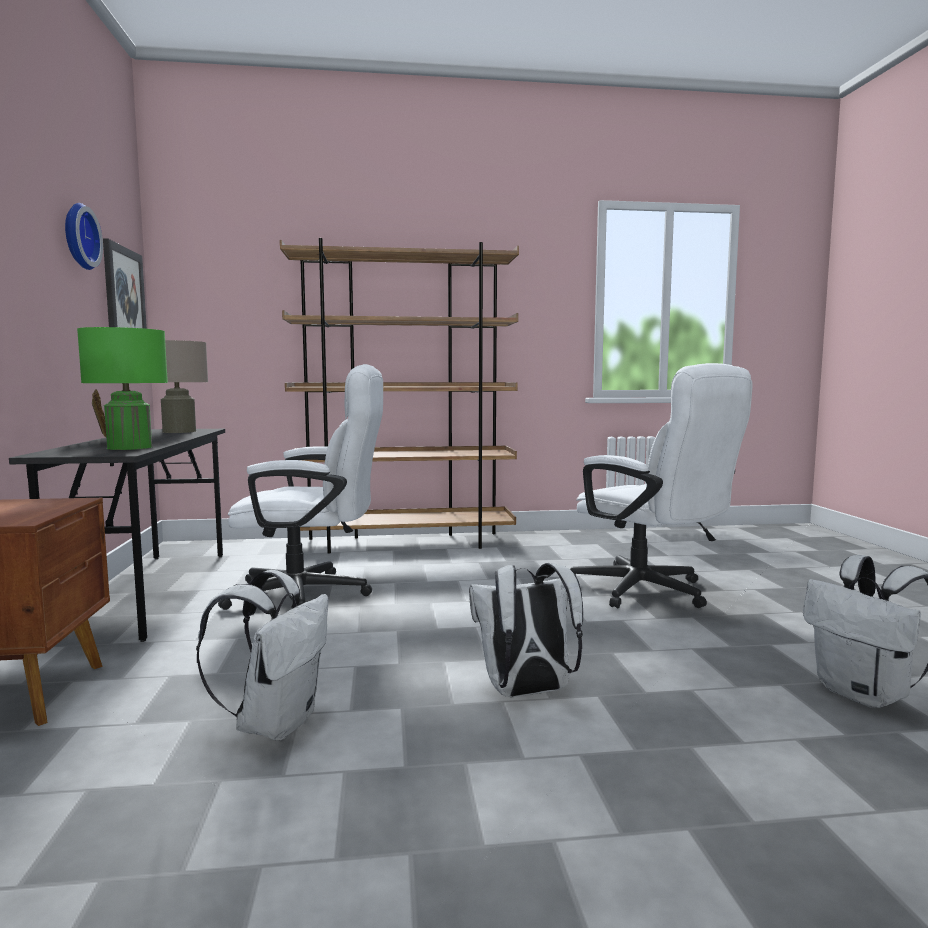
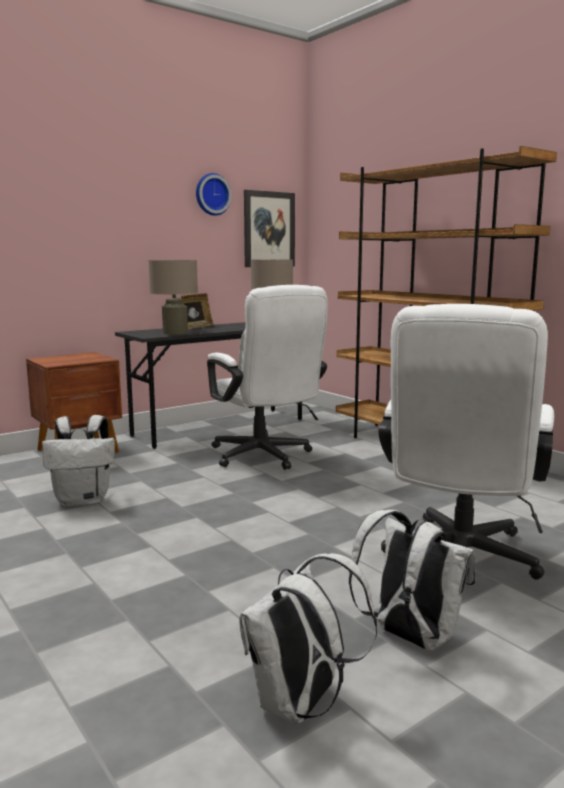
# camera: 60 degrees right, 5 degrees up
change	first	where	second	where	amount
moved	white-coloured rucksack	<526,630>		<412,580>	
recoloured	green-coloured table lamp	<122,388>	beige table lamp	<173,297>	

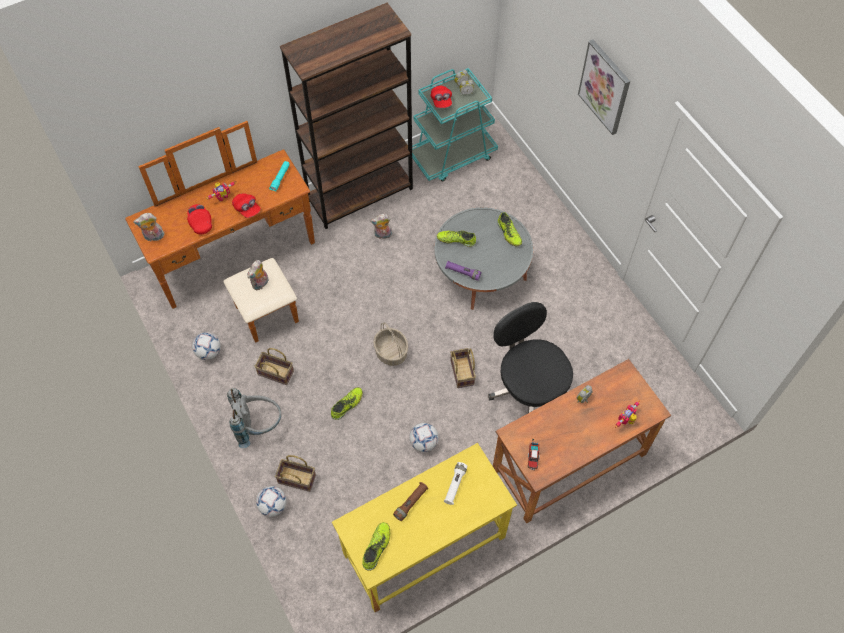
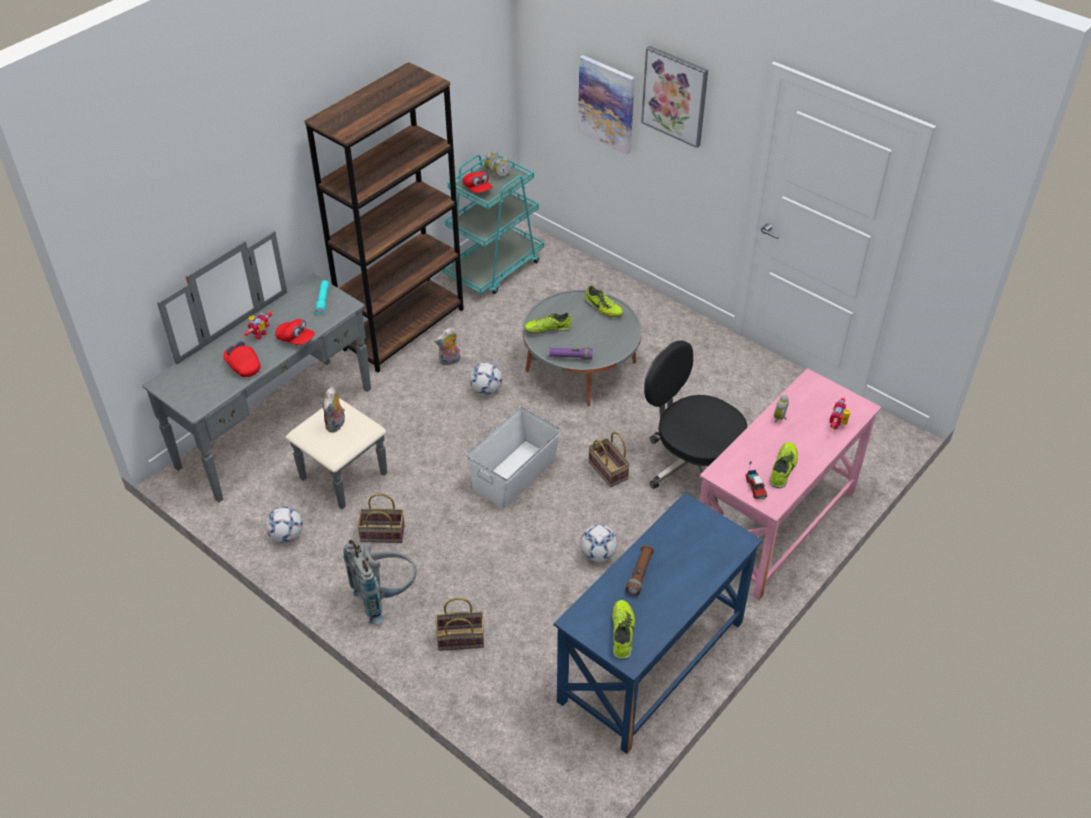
# camera: 20 degrees left, 15 degrees down
change	first	where	second	where	amount
removed	plush toy	<148,227>			
removed	white-coloured torch	<455,483>			
added			wall art	<606,105>	
moved	football ball	<271,501>		<486,378>	
moved	item of footwear	<347,403>		<784,465>	
replaced	household basket	<390,344>	white-coloured storage bin	<513,457>	
recoloured	brownish chest of drawers	<220,232>	gray chest of drawers	<264,369>	
recoloured	yellowish desk table	<424,527>	blue-coloured desk table	<658,623>	
recoloured	brownish desk table	<582,441>	pink desk table	<790,484>	

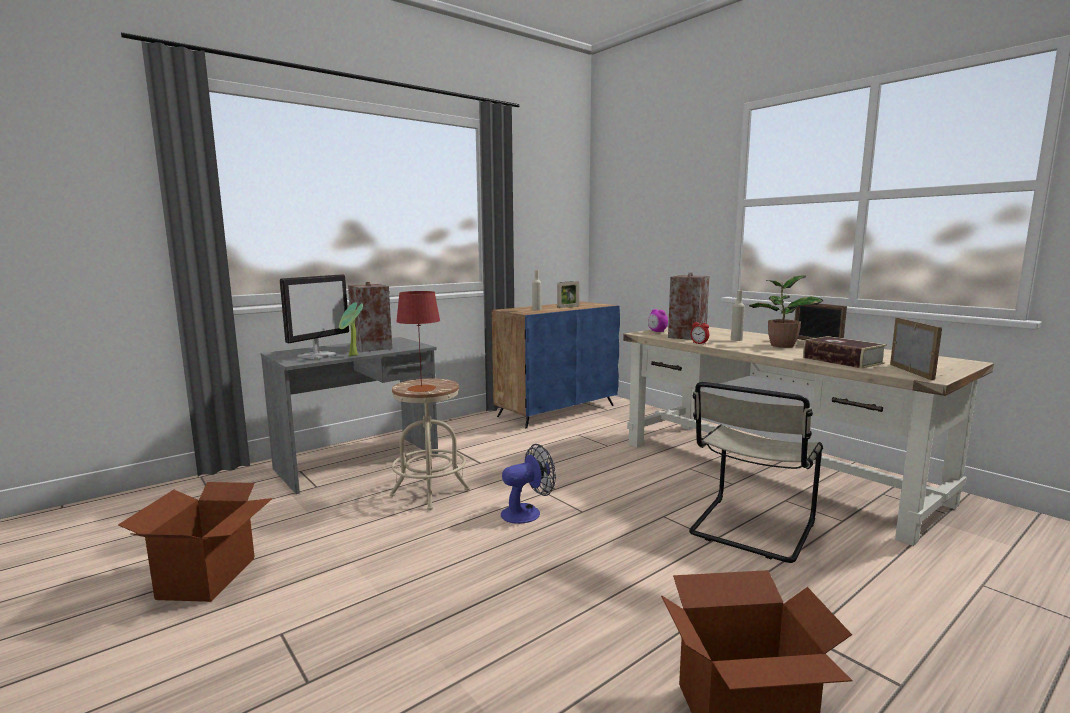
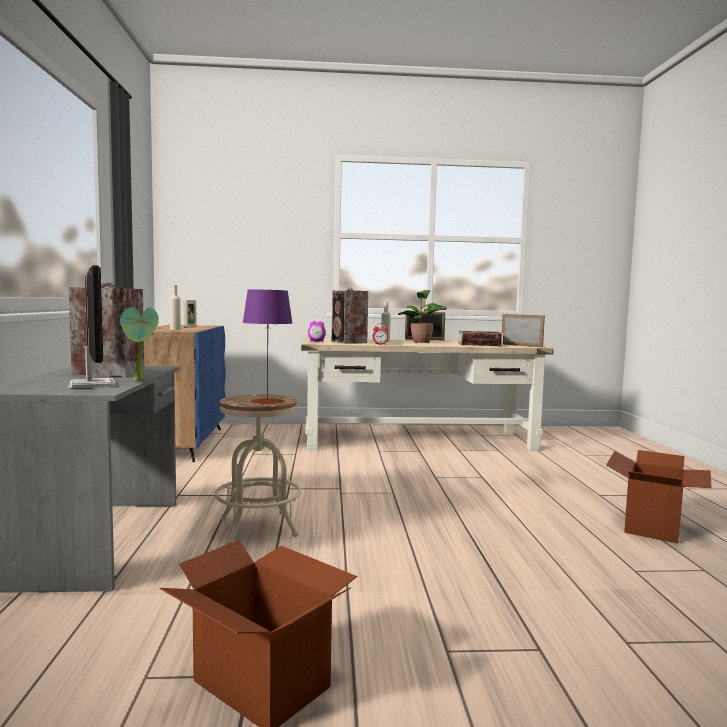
# camera: 55 degrees left, 5 degrees down
change	first	where	second	where	amount
removed	fan	<528,484>			
removed	beige upright chair	<756,472>			
recoloured	reddish table lamp	<418,341>	purple table lamp	<267,347>	

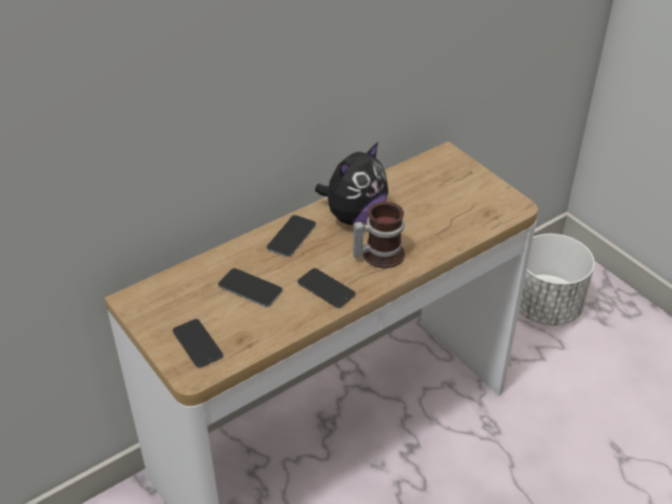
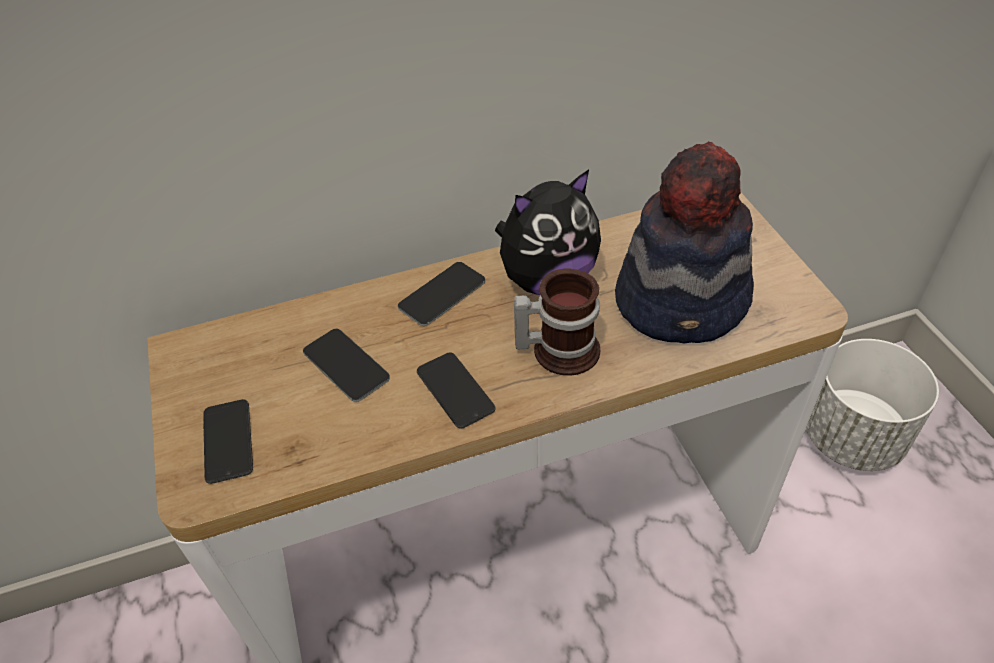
# camera: 20 degrees right, 5 degrees up
change	first	where	second	where	amount
added			wearable hat	<684,242>	

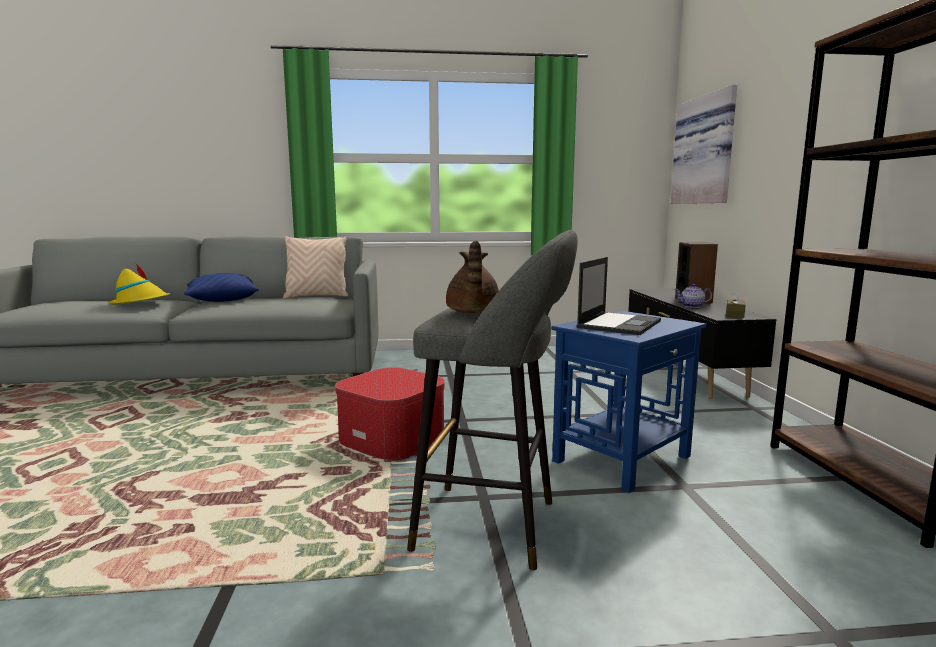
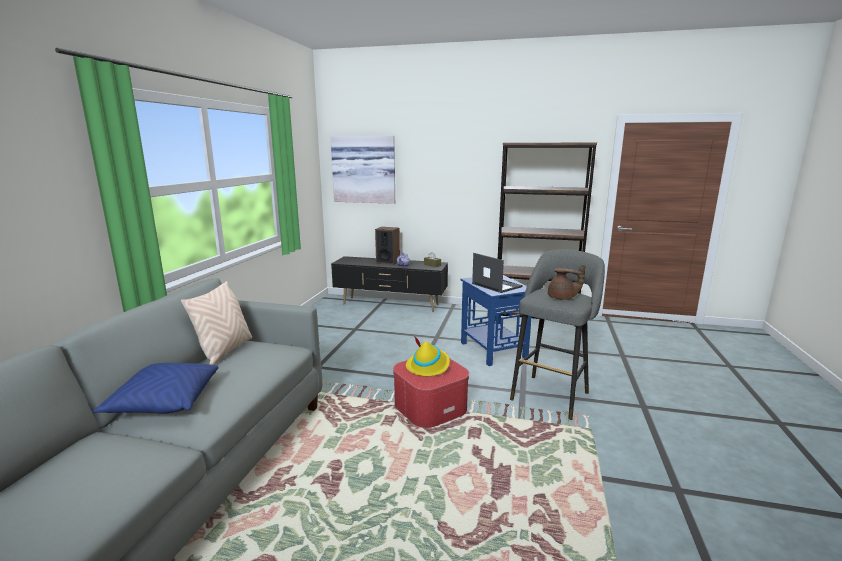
# camera: 70 degrees left, 5 degrees up
change	first	where	second	where	amount
moved	yellowish wearable hat	<139,284>		<428,356>	

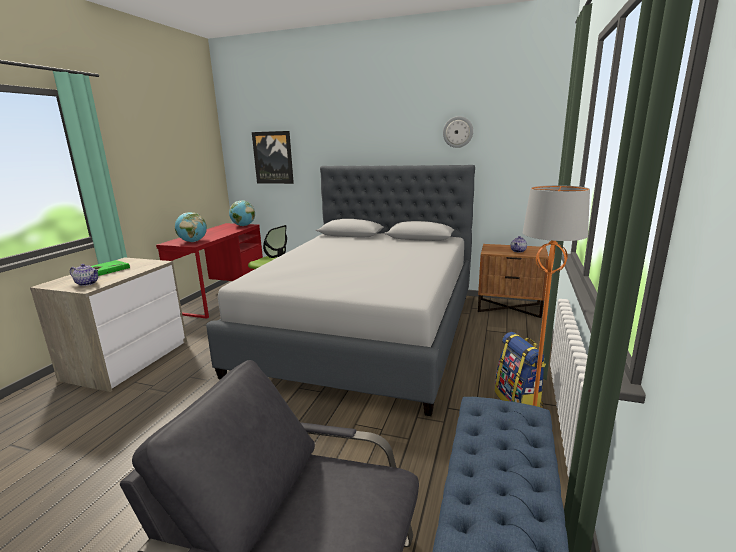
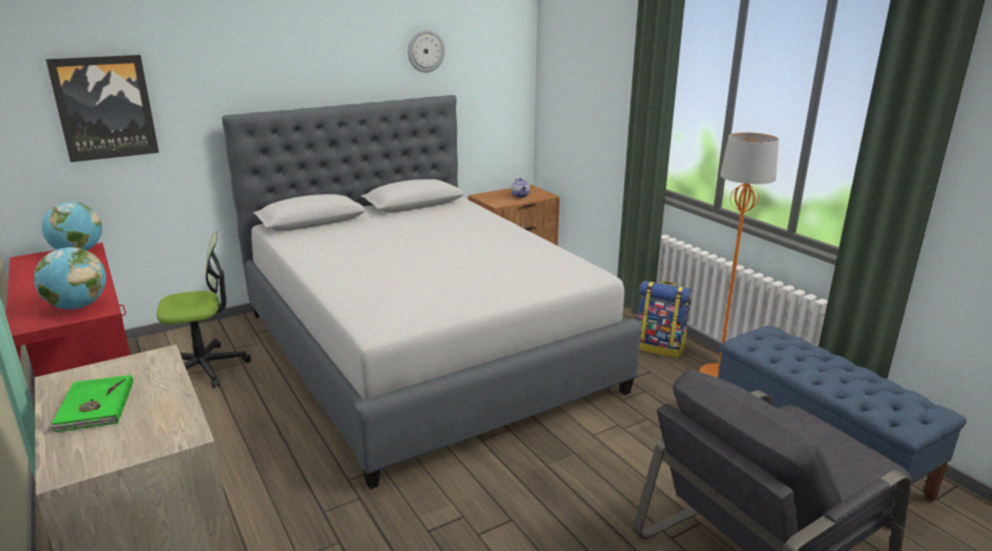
# camera: 50 degrees left, 5 degrees up
change	first	where	second	where	amount
removed	teapot	<84,275>			

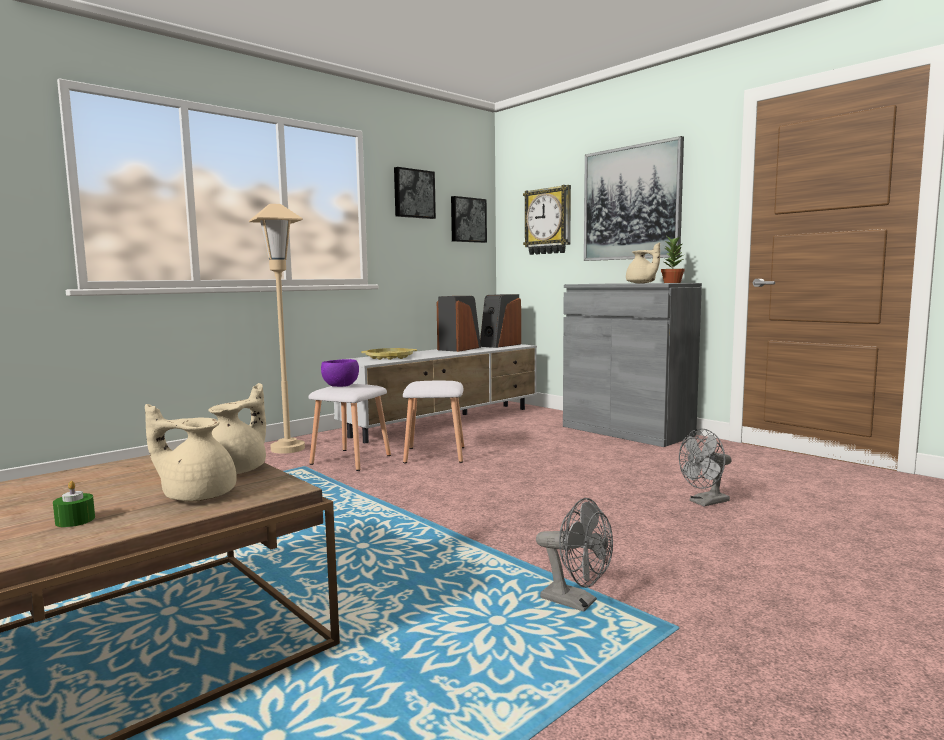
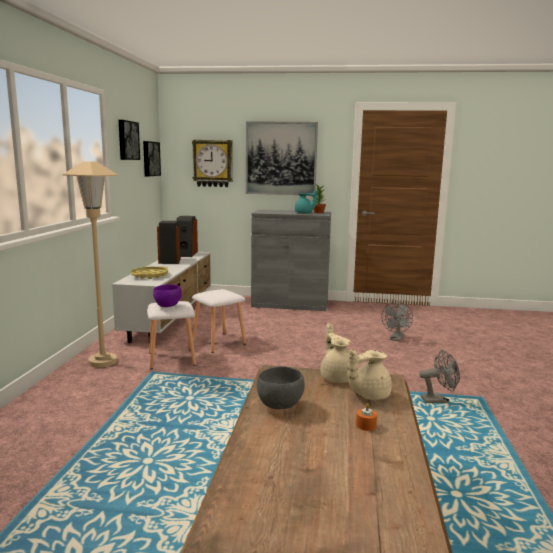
# camera: 40 degrees left, 5 degrees up
change	first	where	second	where	amount
added			gray serving bowl	<280,388>	
recoloured	green-coloured wax candle	<74,504>	orangey wax candle	<366,417>	
recoloured	beige teapot	<643,262>	turquoise teapot	<306,201>	

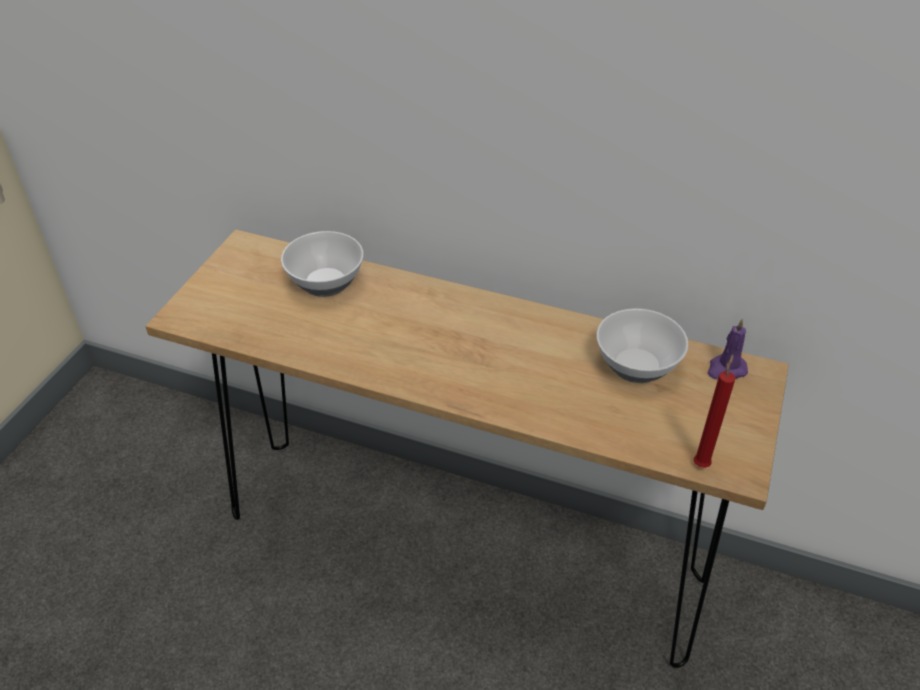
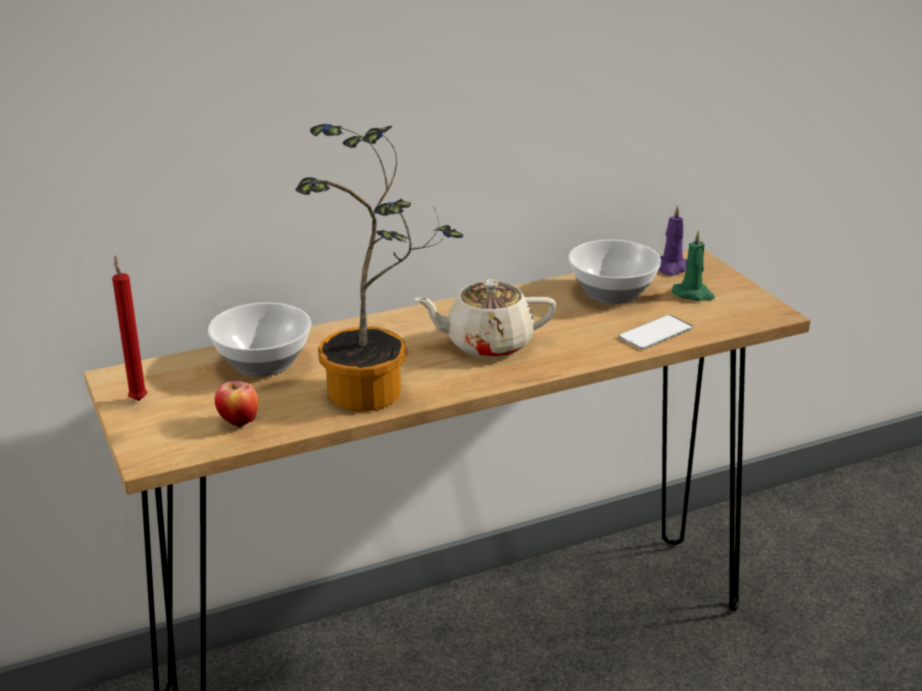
# camera: 45 degrees left, 15 degrees down
change	first	where	second	where	amount
added			whole apple	<236,404>	
added			plant in a pot	<379,268>	
added			beige teapot	<485,318>	
added			handset	<656,332>	
added			green-coloured wax candle	<693,265>	
moved	reddish wax candle	<714,411>		<129,328>	

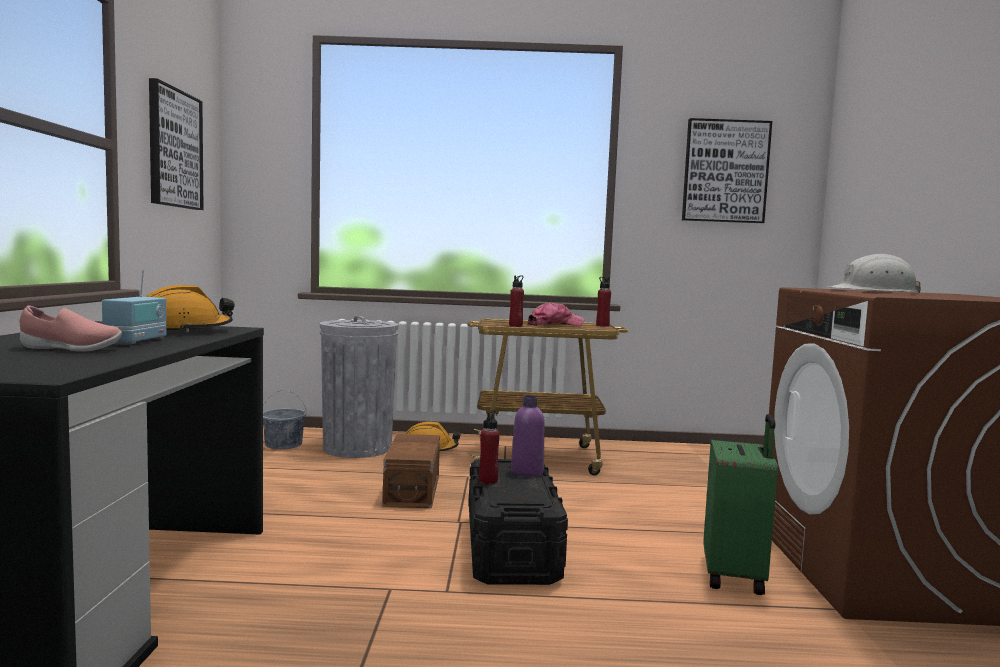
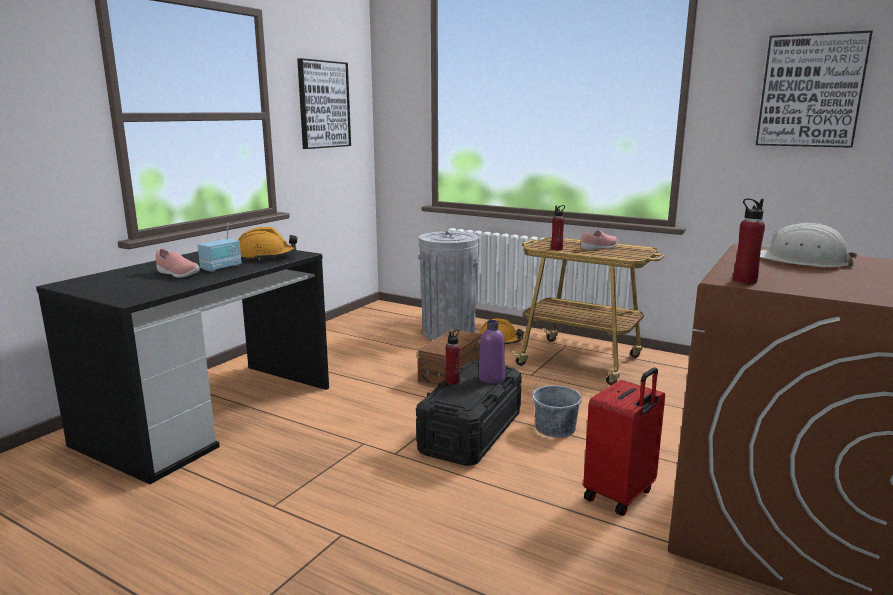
# camera: 30 degrees right, 10 degrees up
change	first	where	second	where	amount
moved	gray water bucket	<284,419>		<557,404>	
moved	reddish drink bottle	<603,302>		<749,241>	
replaced	cap	<555,314>	pink item of footwear	<599,240>	
recoloured	green-coloured suitcase	<740,504>	reddish suitcase	<624,441>	

